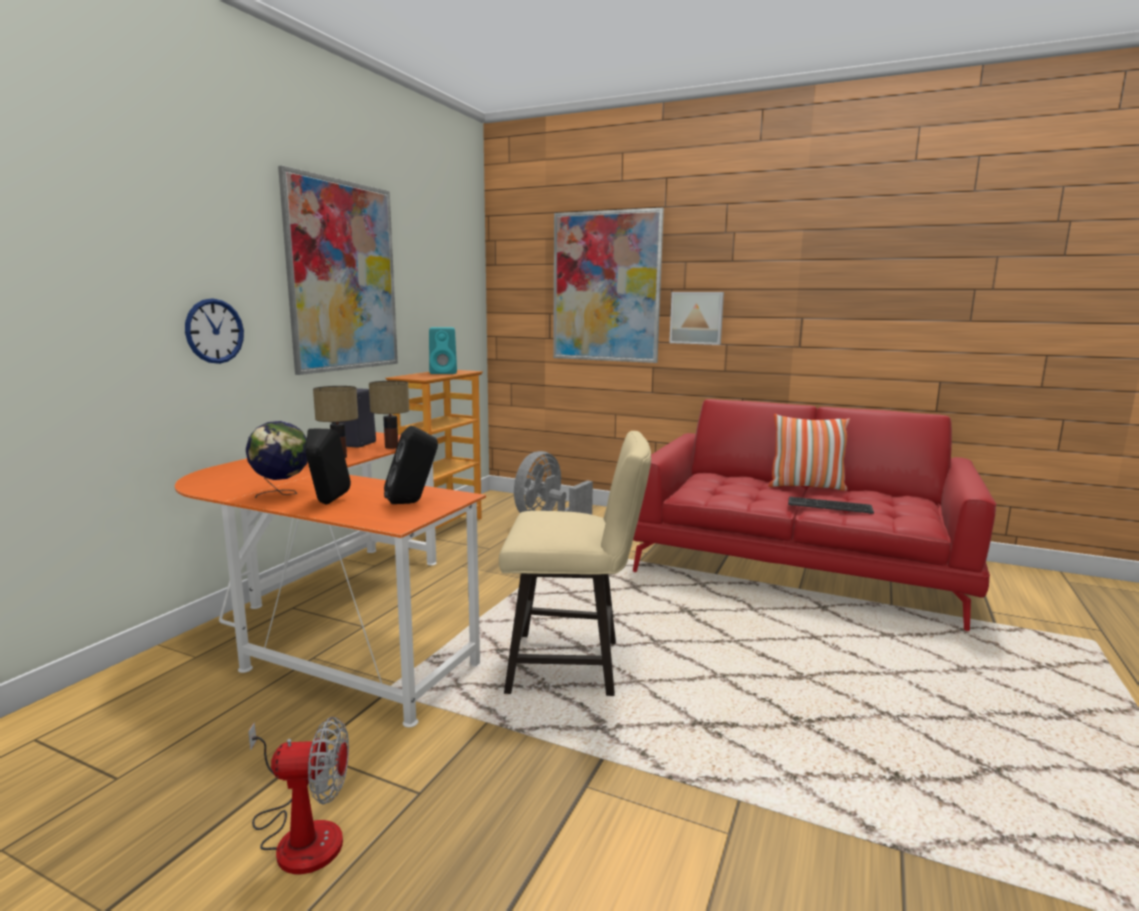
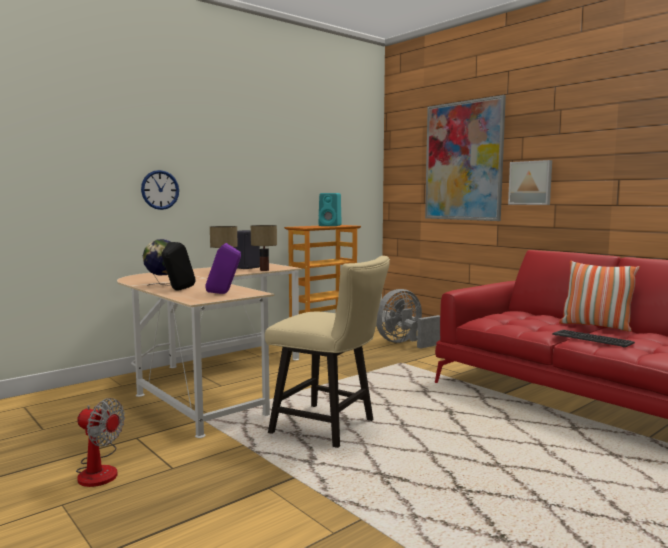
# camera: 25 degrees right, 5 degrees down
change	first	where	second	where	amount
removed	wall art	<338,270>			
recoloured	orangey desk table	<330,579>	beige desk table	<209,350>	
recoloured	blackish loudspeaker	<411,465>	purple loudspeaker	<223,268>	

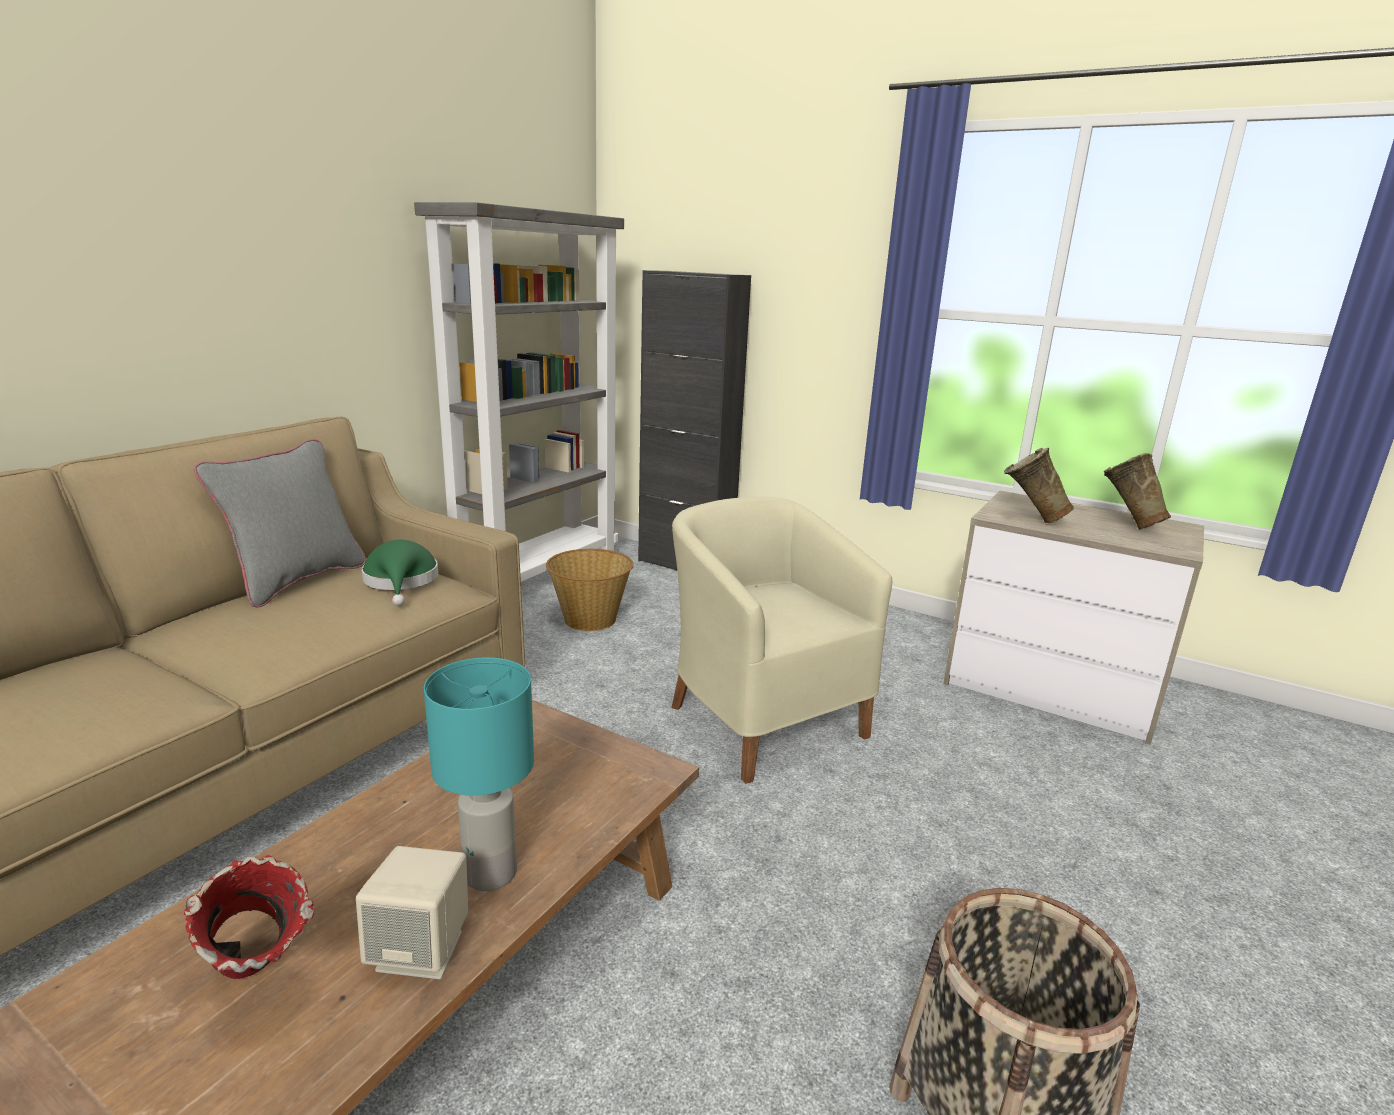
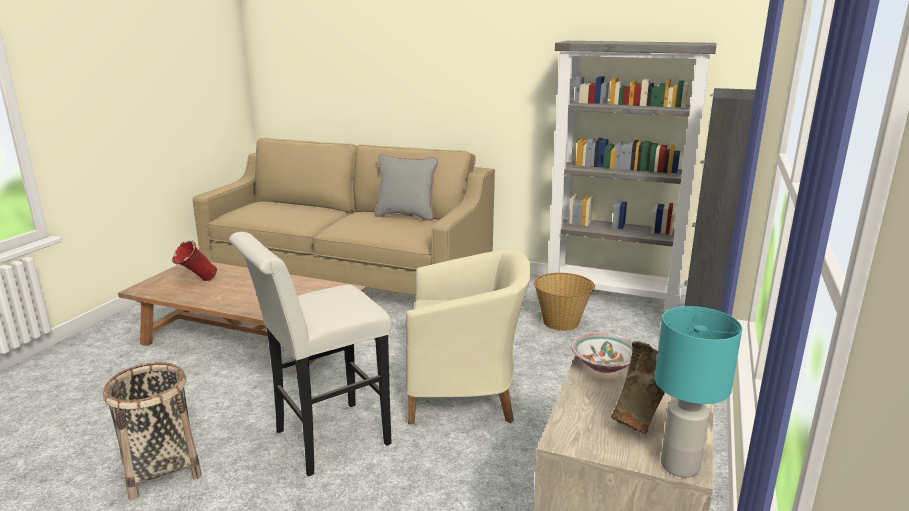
# camera: 80 degrees right, 0 degrees up
change	first	where	second	where	amount
removed	beige loudspeaker	<412,912>			
removed	green-coloured wearable hat	<400,573>			
added			white-coloured stool	<310,354>	
moved	turquoise table lamp	<479,774>		<698,392>	
replaced	beige vase	<1039,485>	serving bowl	<602,353>	
turned	beige lounge chair	<781,640>		<468,336>	45 degrees clockwise

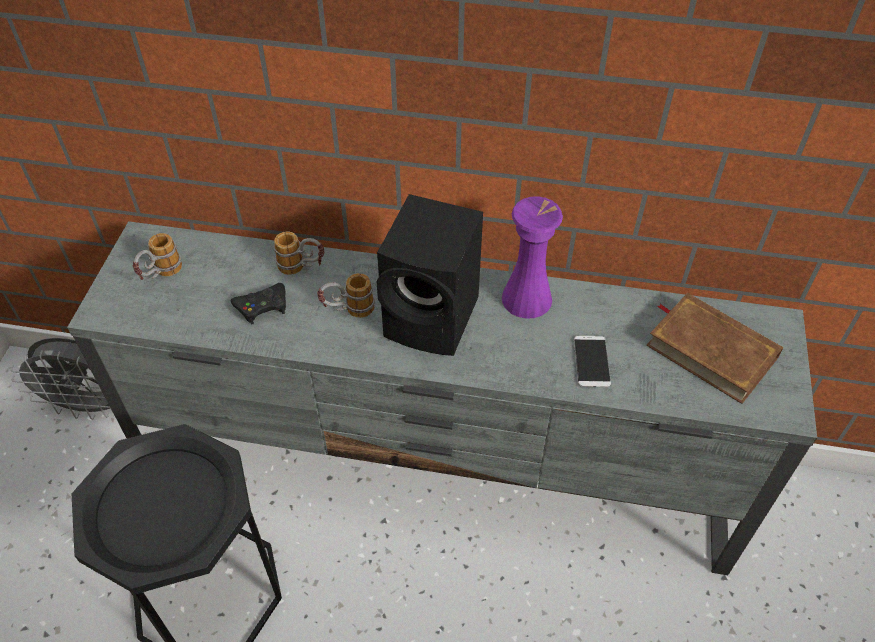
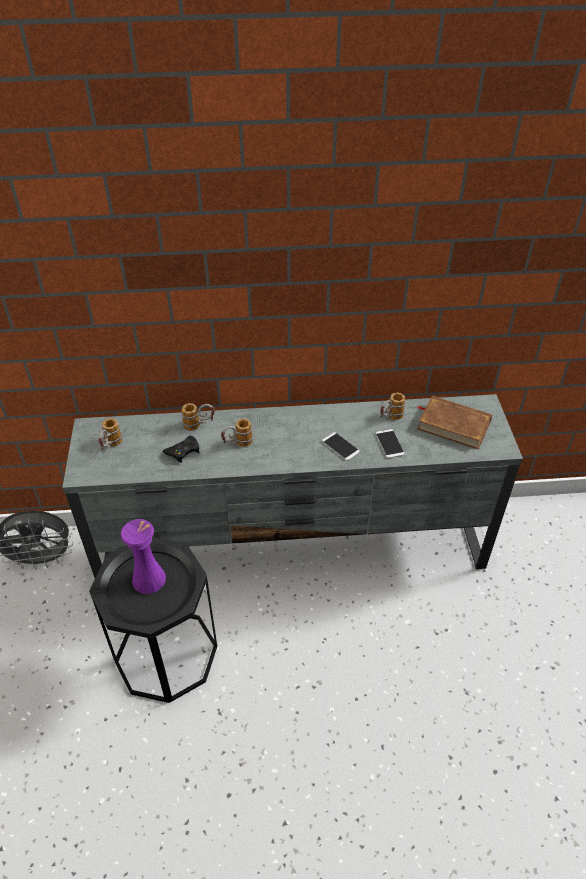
# camera: 15 degrees left, 5 degrees down
change	first	where	second	where	amount
removed	blackish loudspeaker	<429,275>			
added			handset	<341,446>	
added			tea mug	<393,406>	
moved	purple vase	<532,257>		<143,556>	

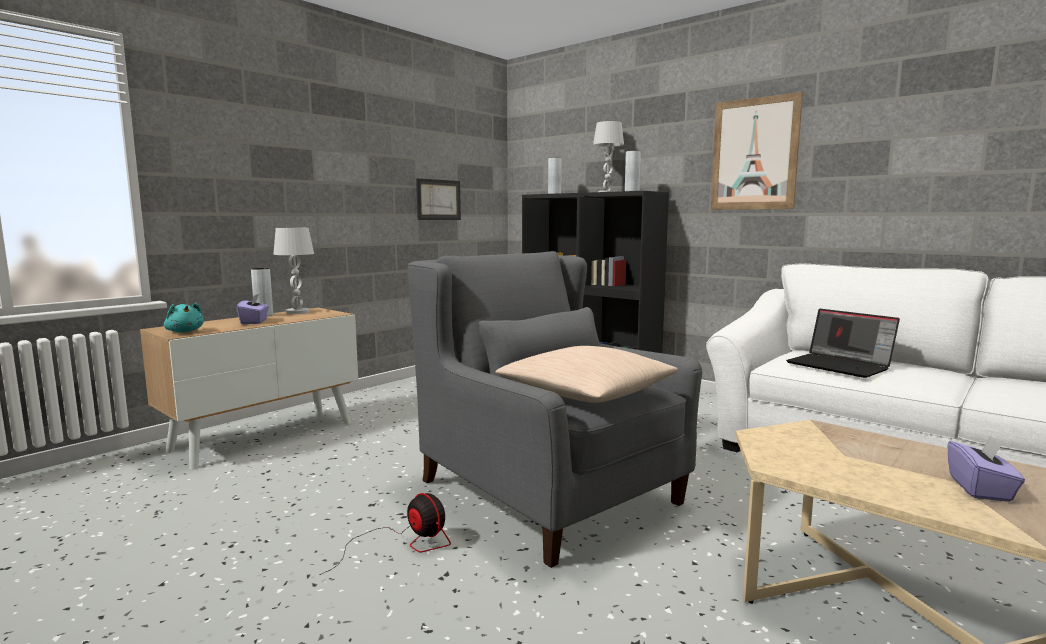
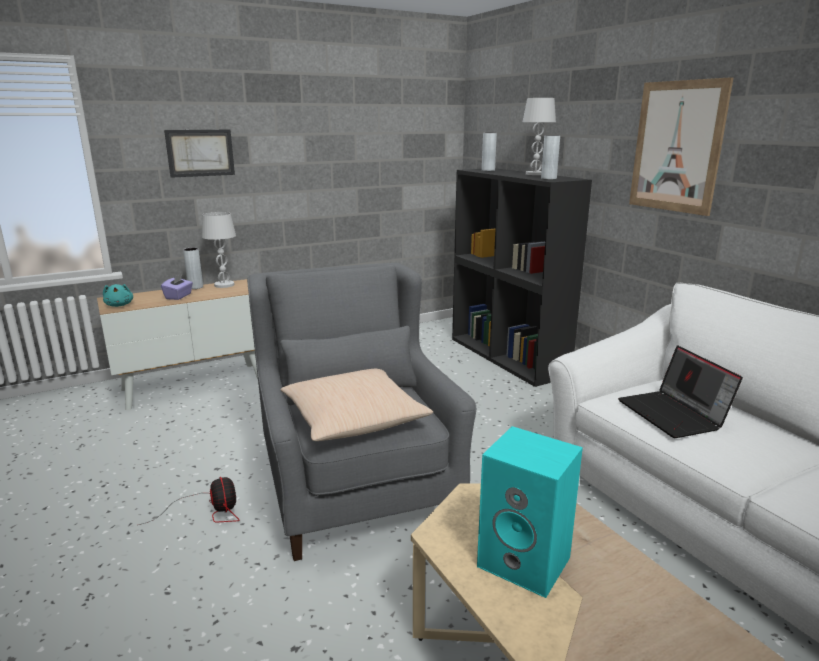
# camera: 20 degrees right, 10 degrees up
change	first	where	second	where	amount
removed	purple box of tissues	<986,468>			
added			turquoise loudspeaker	<530,512>	
moved	wall art	<438,199>		<199,154>	

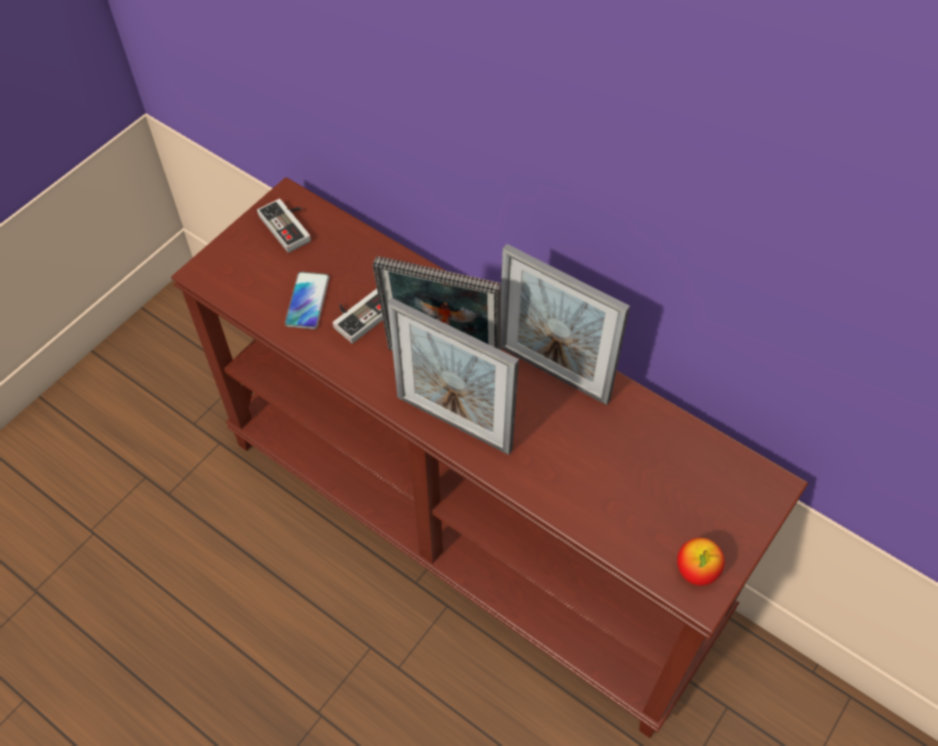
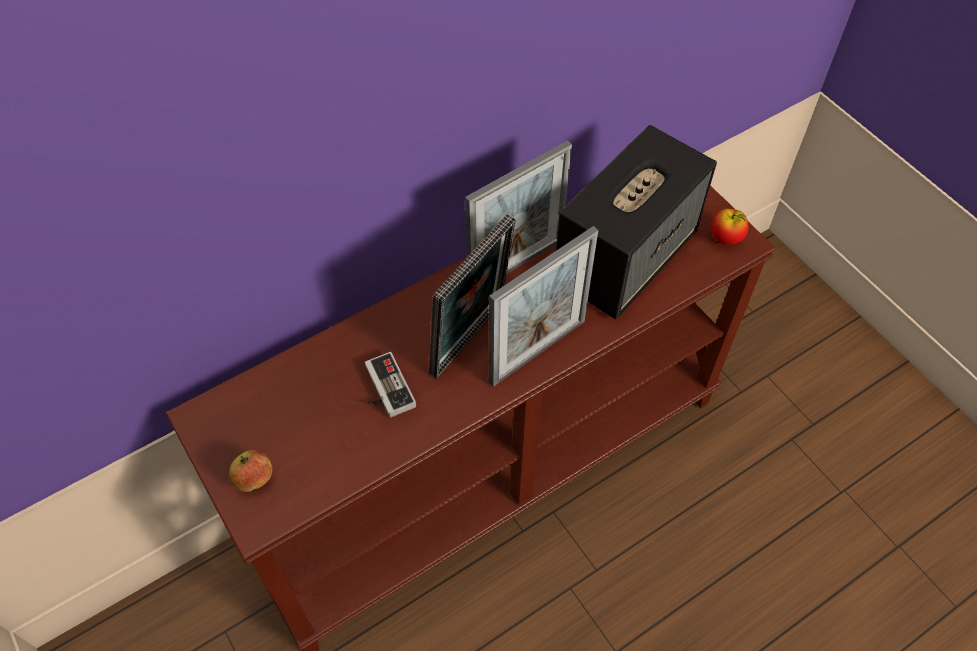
# camera: 70 degrees left, 0 degrees up
change	first	where	second	where	amount
removed	gamepad	<284,226>			
removed	handset	<307,300>			
added			whole apple	<250,471>	
added			loudspeaker	<636,222>	

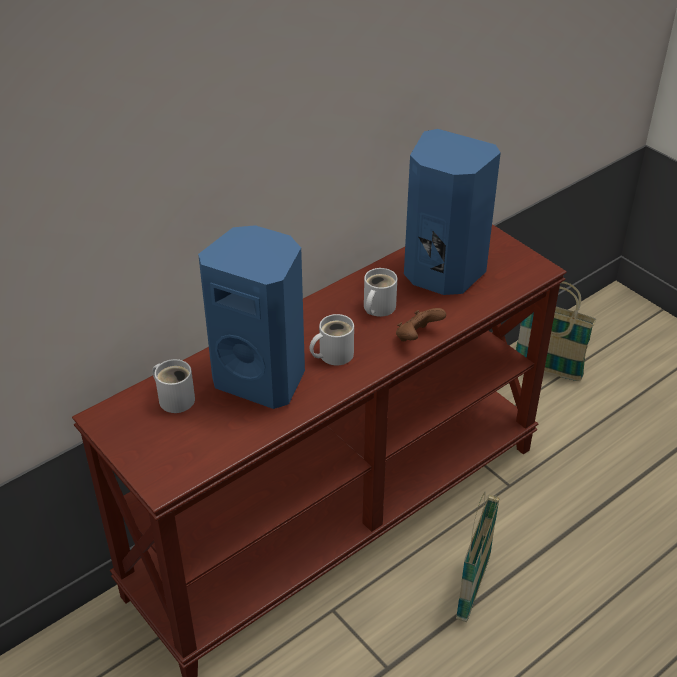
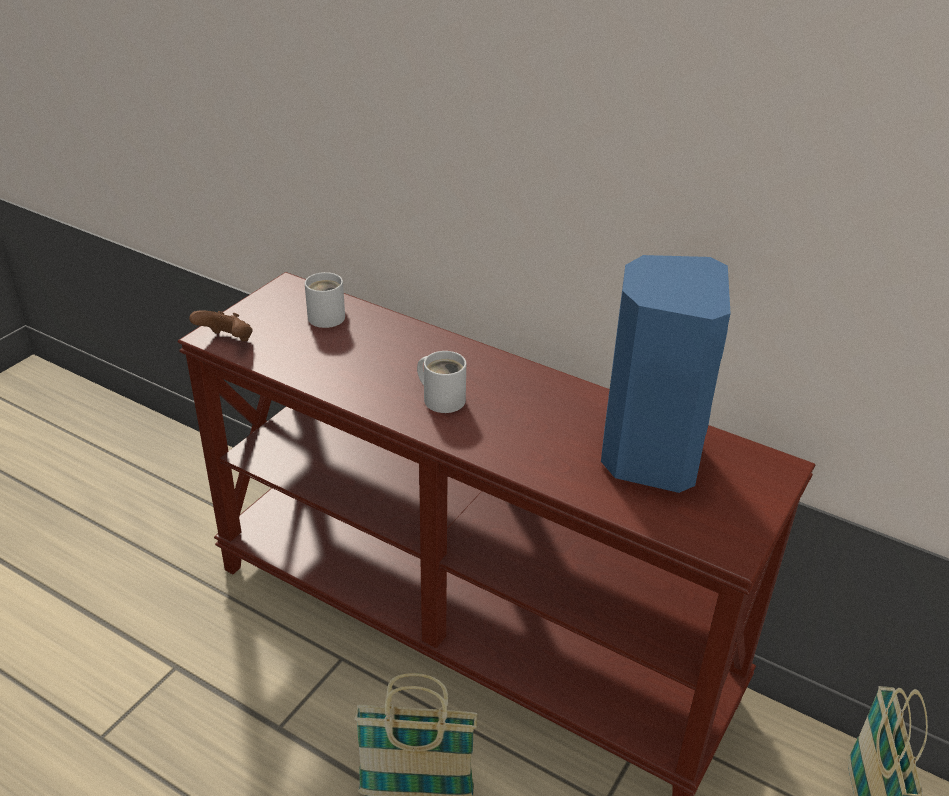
# camera: 70 degrees right, 5 degrees down
change	first	where	second	where	amount
removed	blue-coloured loudspeaker	<251,317>			
removed	white-coloured tea mug	<380,292>			
moved	brownish gamepad	<421,324>		<221,325>	

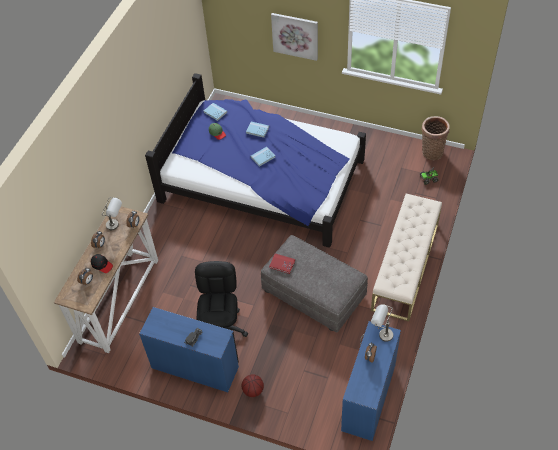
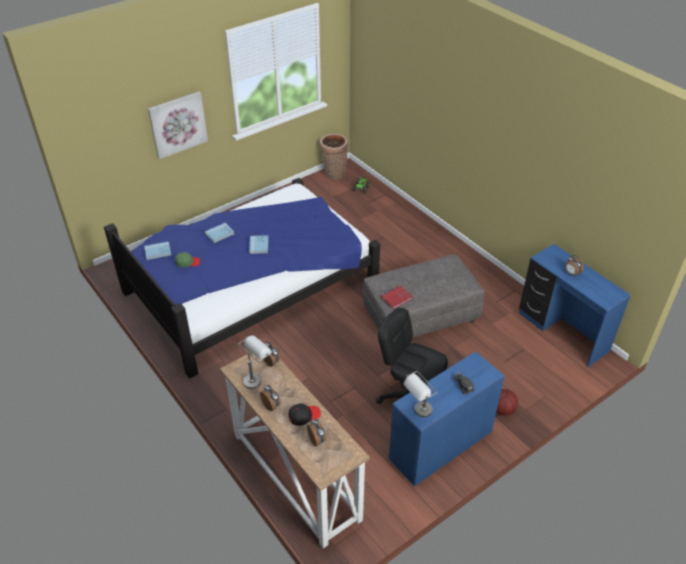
# camera: 60 degrees left, 10 degrees down
change	first	where	second	where	amount
removed	beige indoor bench	<406,257>			
moved	gray table lamp	<382,323>		<420,394>	

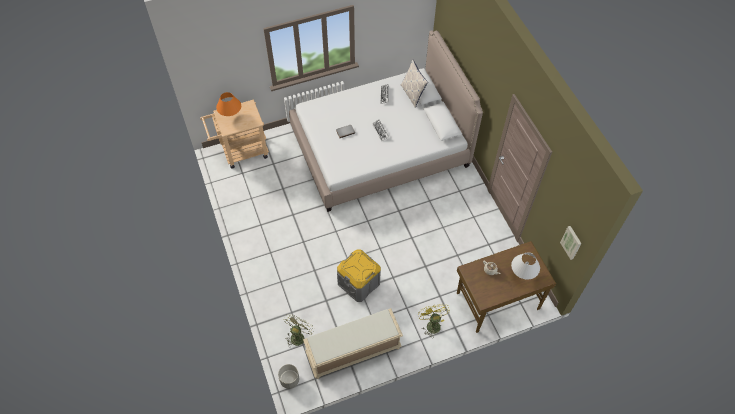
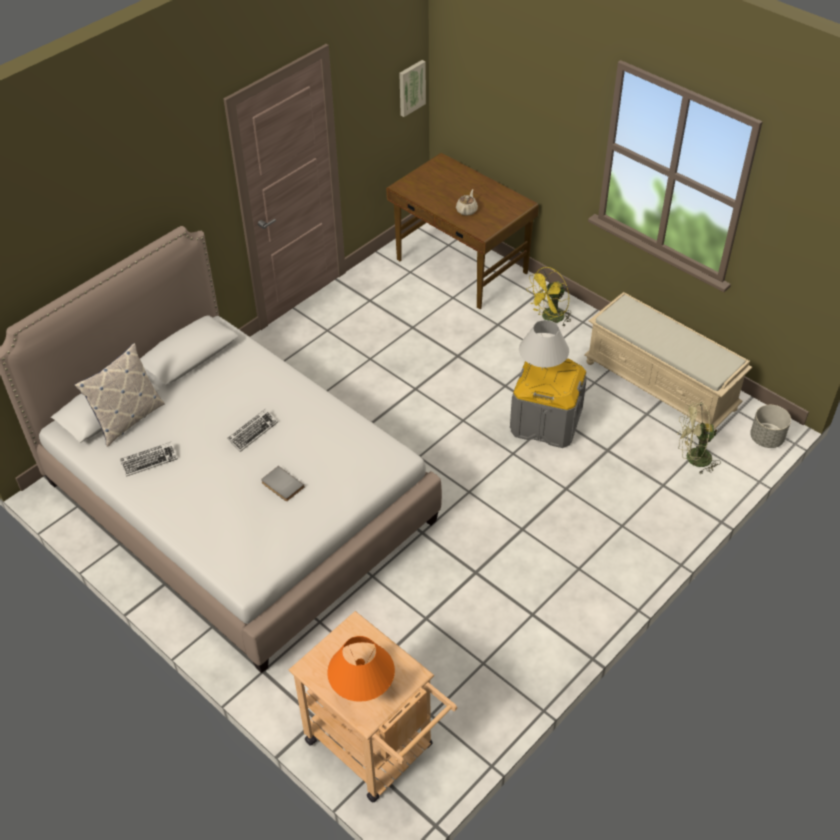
# camera: 115 degrees left, 10 degrees down
change	first	where	second	where	amount
moved	white-coloured table lamp	<525,265>		<544,345>	

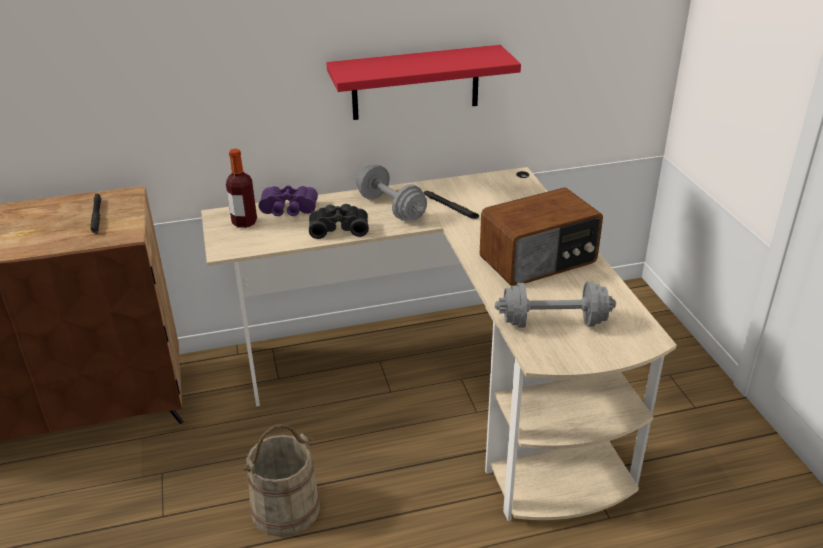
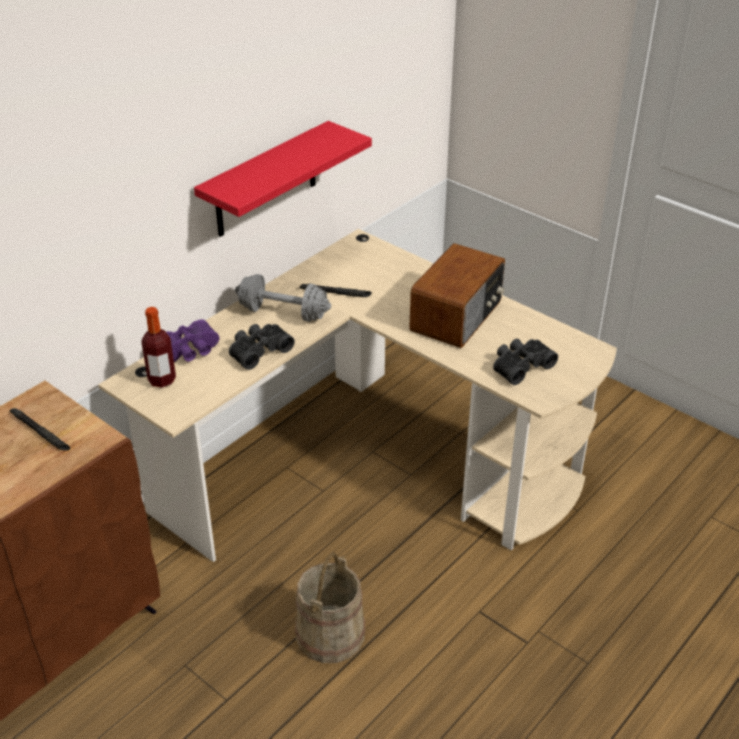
# camera: 35 degrees left, 5 degrees up
change	first	where	second	where	amount
replaced	gray free weight	<555,305>	blackish pair of binoculars	<525,361>	

